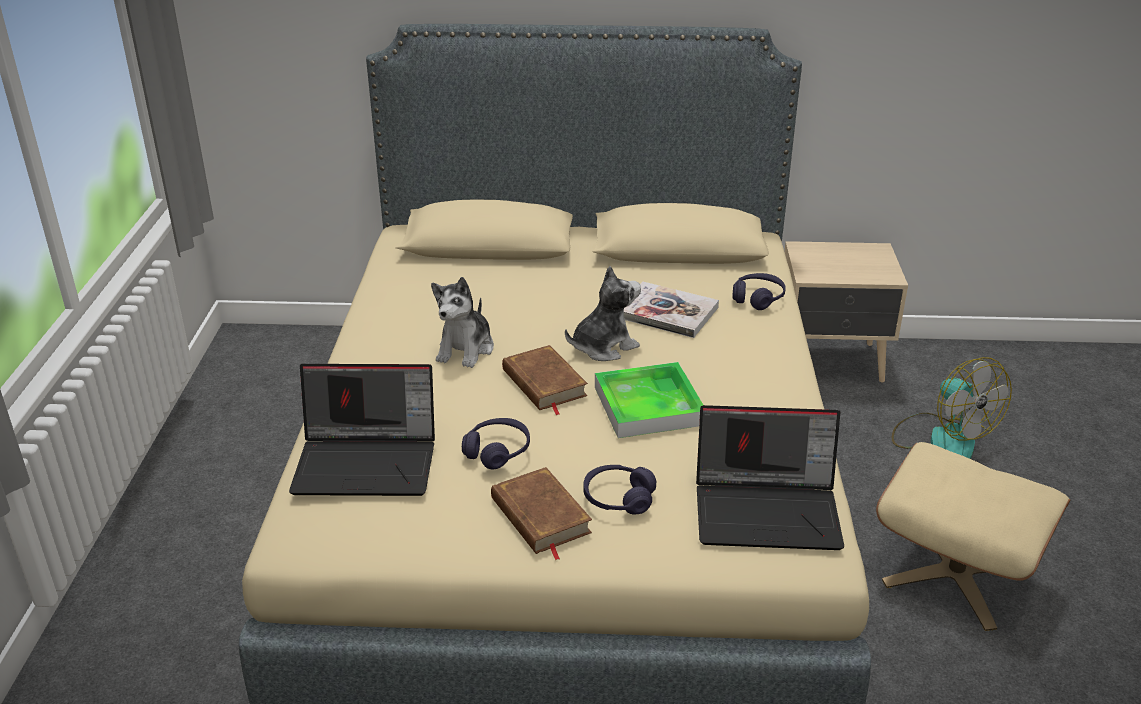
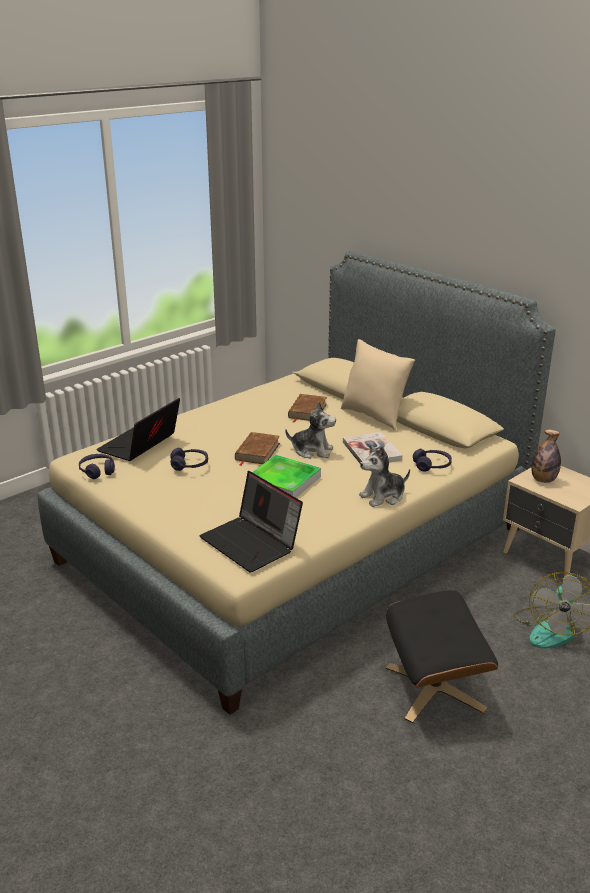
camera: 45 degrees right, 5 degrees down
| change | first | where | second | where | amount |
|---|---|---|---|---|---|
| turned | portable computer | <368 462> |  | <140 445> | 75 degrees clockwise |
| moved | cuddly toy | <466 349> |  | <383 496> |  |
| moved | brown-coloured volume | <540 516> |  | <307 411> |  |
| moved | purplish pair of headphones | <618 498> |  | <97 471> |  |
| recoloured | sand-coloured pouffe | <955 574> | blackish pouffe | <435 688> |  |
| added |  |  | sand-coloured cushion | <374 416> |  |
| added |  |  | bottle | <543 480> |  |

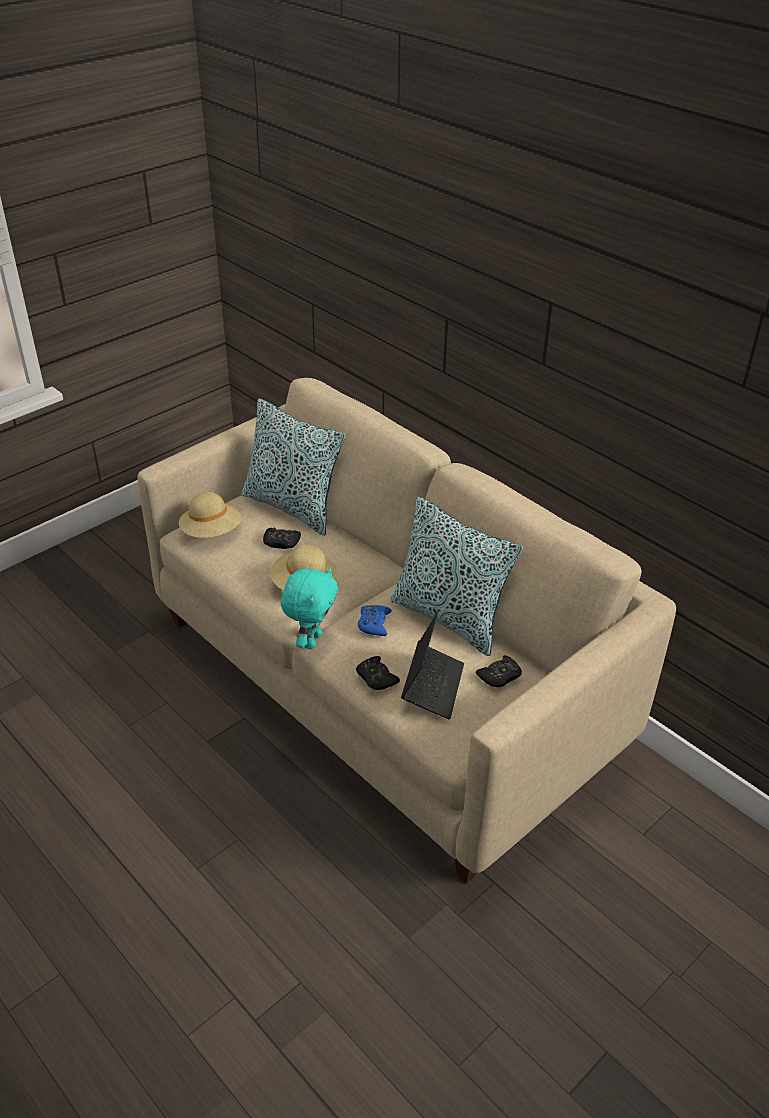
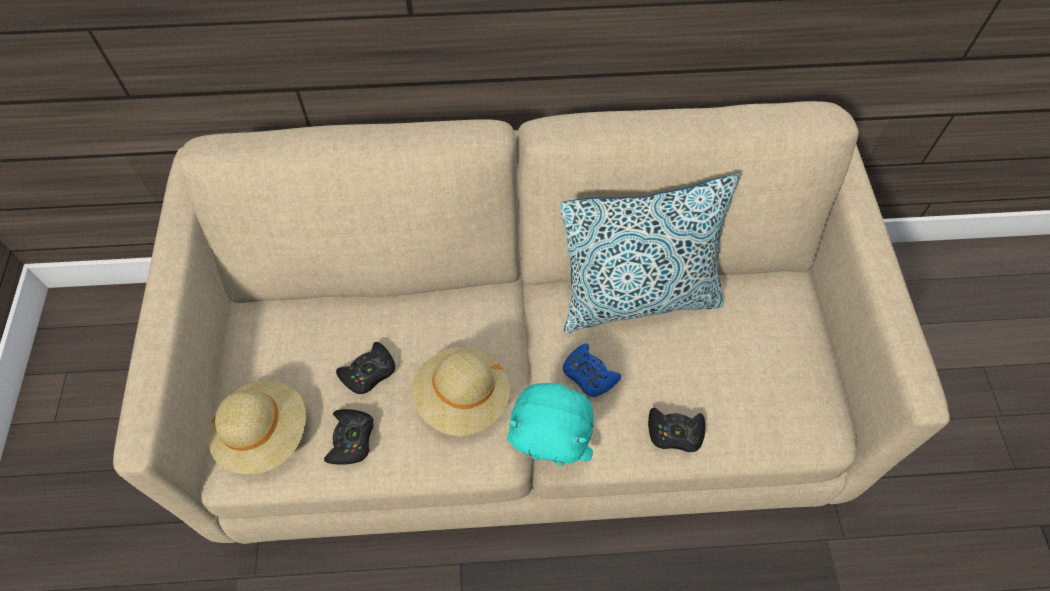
camera: 50 degrees left, 20 degrees up
| change | first | where | second | where | amount |
|---|---|---|---|---|---|
| removed | cushion | <292 507> |  |  |  |
| turned | turquoise cuddly toy | <311 640> |  | <549 453> | 135 degrees clockwise |
| removed | portable computer | <432 686> |  |  |  |
| moved | blackish joypad | <500 676> |  | <351 439> |  |

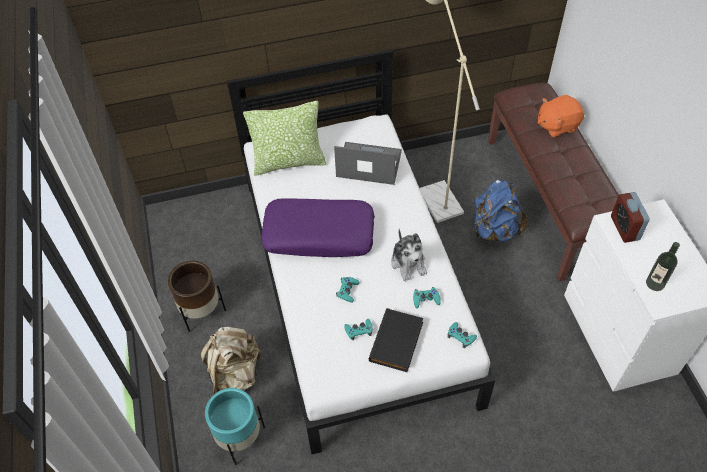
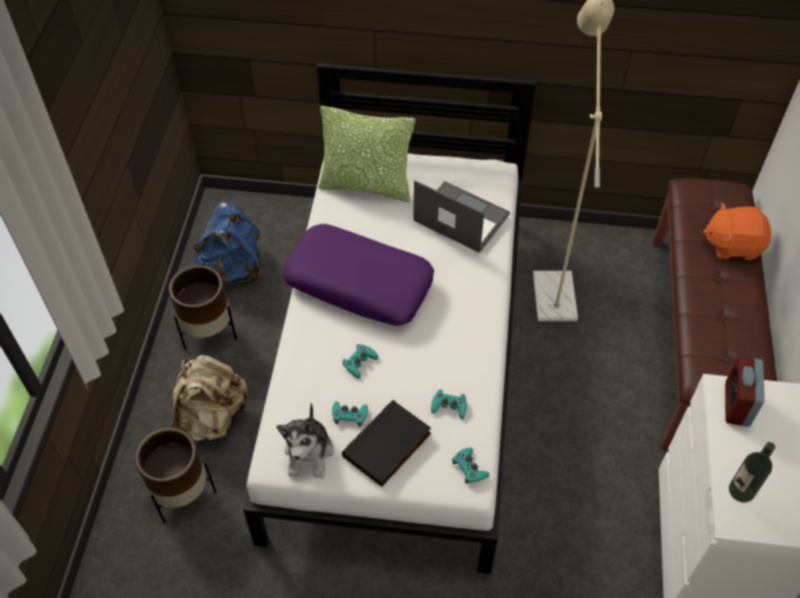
camera: 20 degrees right, 0 degrees up
| change | first | where | second | where | amount |
|---|---|---|---|---|---|
| recoloured | turquoise plant pot | <239 438> | brown-coloured plant pot | <182 494> |  |
| moved | cuddly toy | <408 263> |  | <309 453> |  |
| moved | blue-coloured rucksack | <494 230> |  | <233 268> |  |

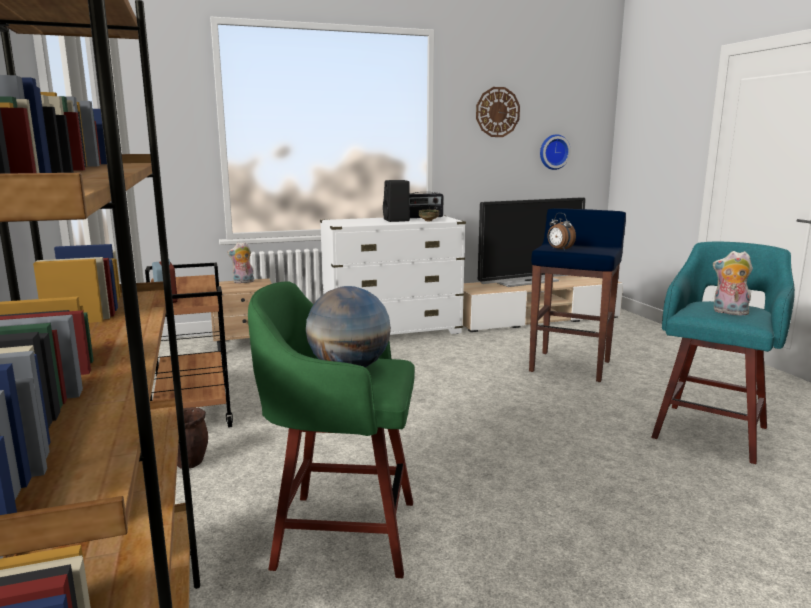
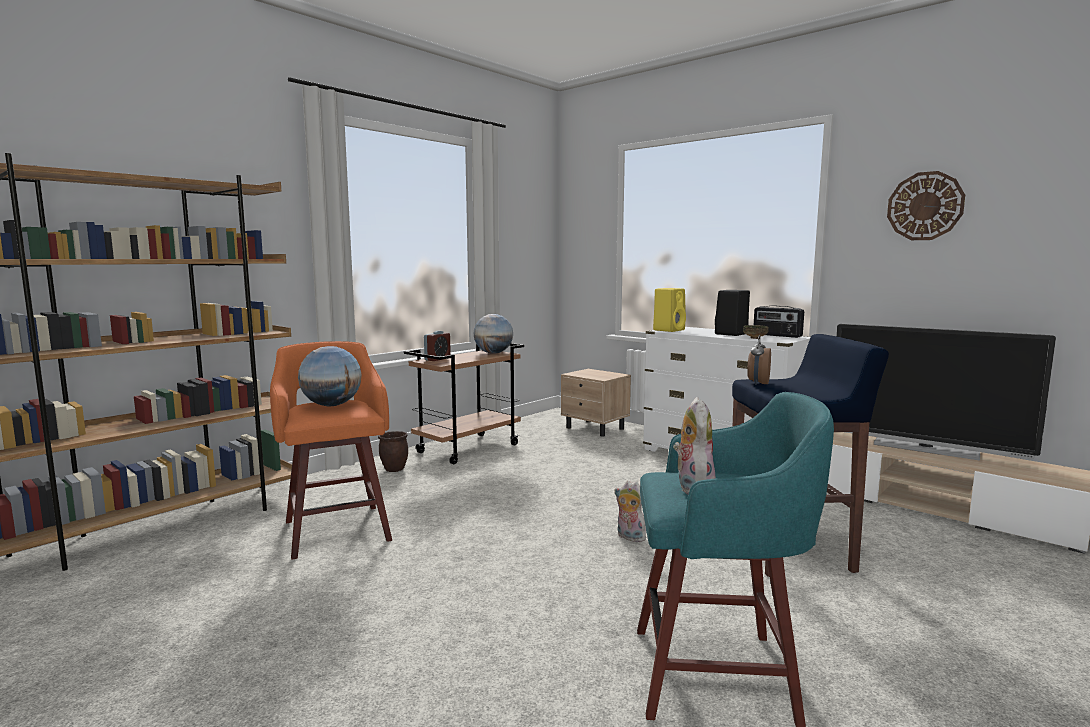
camera: 60 degrees right, 5 degrees down
| change | first | where | second | where | amount |
|---|---|---|---|---|---|
| moved | cuddly toy | <243 282> |  | <629 537> |  |
| recoloured | green stool | <341 533> | orangey stool | <337 529> |  |
| removed | clock on the wall | <553 152> |  |  |  |
| added |  |  | world globe | <493 353> |  |
| added |  |  | yellow loudspeaker | <669 330> |  |

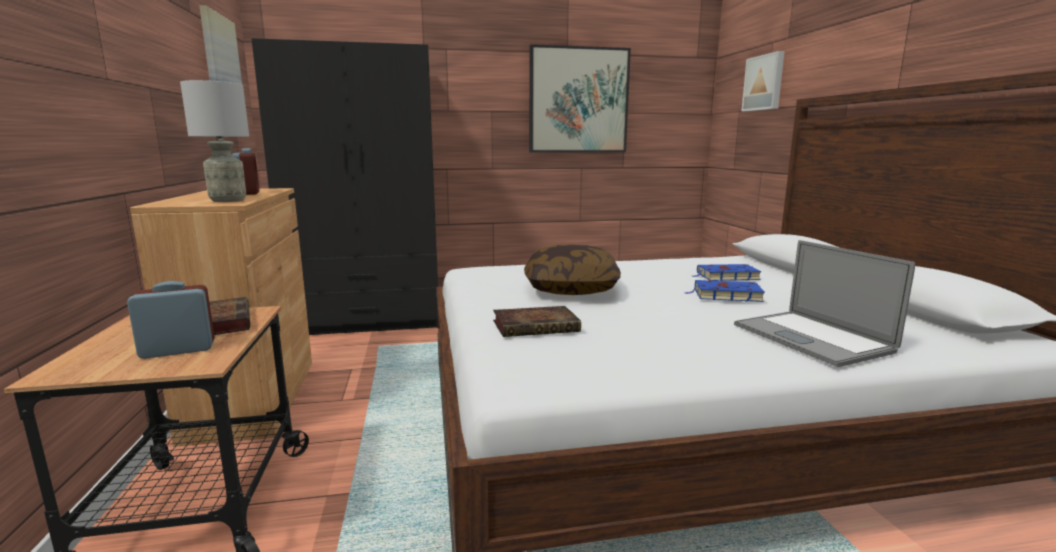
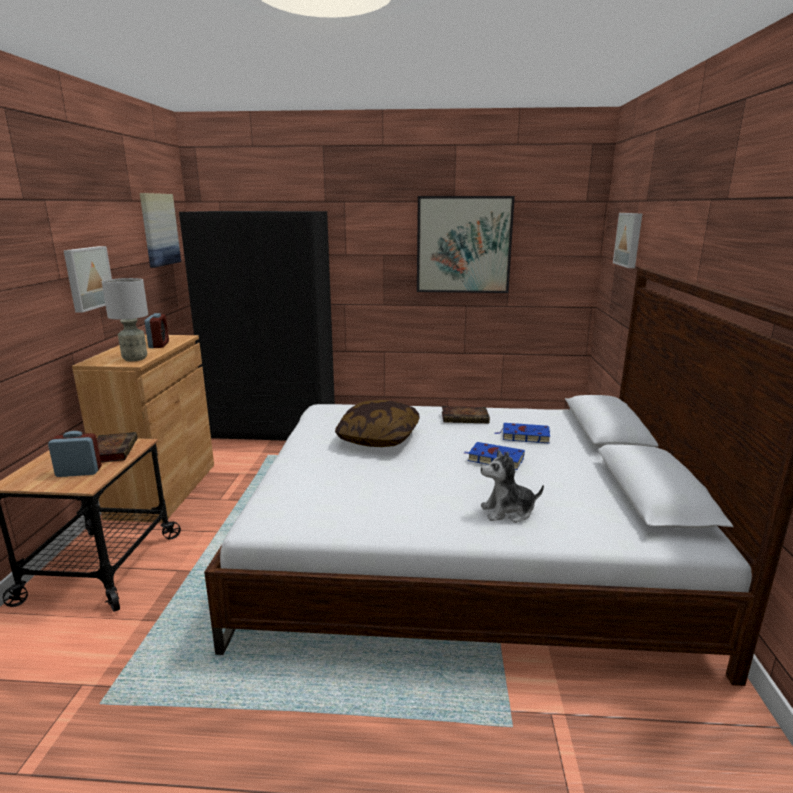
camera: 15 degrees right, 5 degrees up
| change | first | where | second | where | amount |
|---|---|---|---|---|---|
| moved | volume | <537 326> |  | <466 418> |  |
| replaced | portable computer | <811 338> | cuddly toy | <508 512> |  |
| added |  |  | wall art | <87 278> |  |

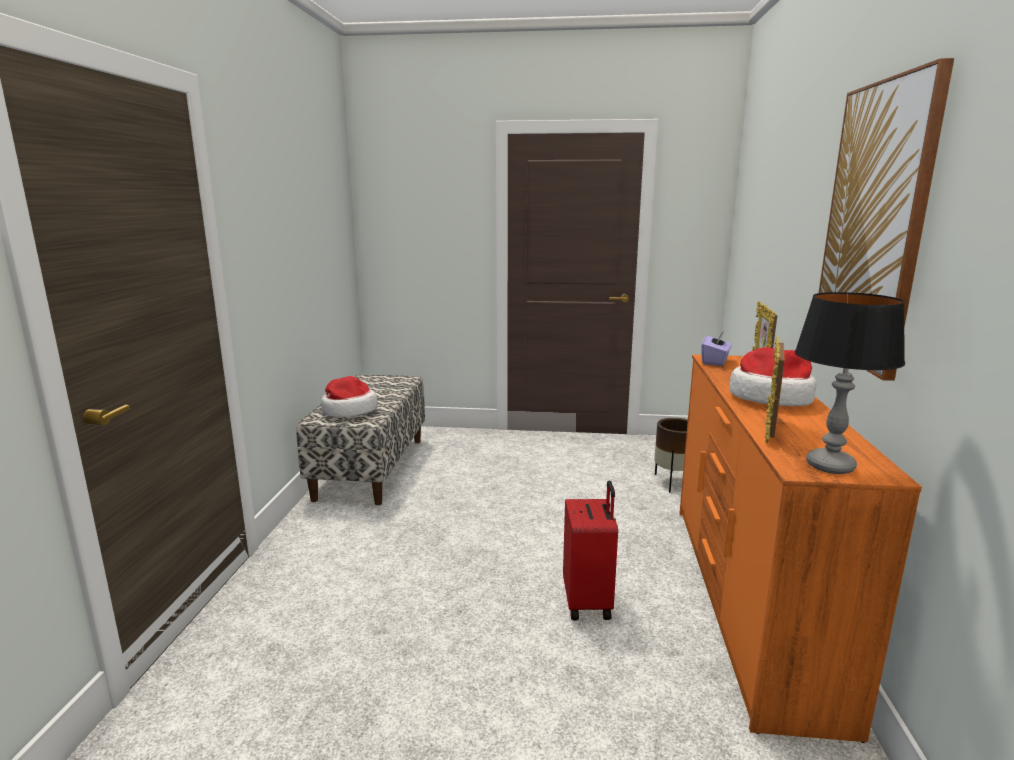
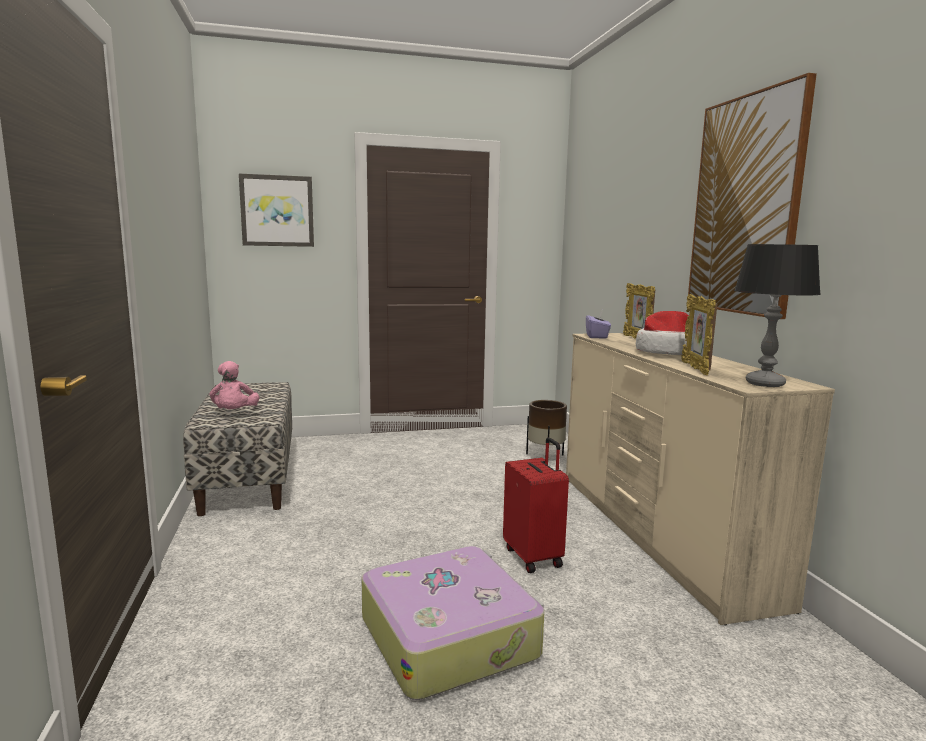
camera: 20 degrees left, 5 degrees down
| change | first | where | second | where | amount |
|---|---|---|---|---|---|
| replaced | clothing hat | <348 411> | pink cuddly toy | <235 413> |  |
| recoloured | orangey chest of drawers | <746 599> | sand-coloured chest of drawers | <656 533> |  |
| added |  |  | wall art | <277 211> |  |
| added |  |  | piece of luggage | <450 636> |  |

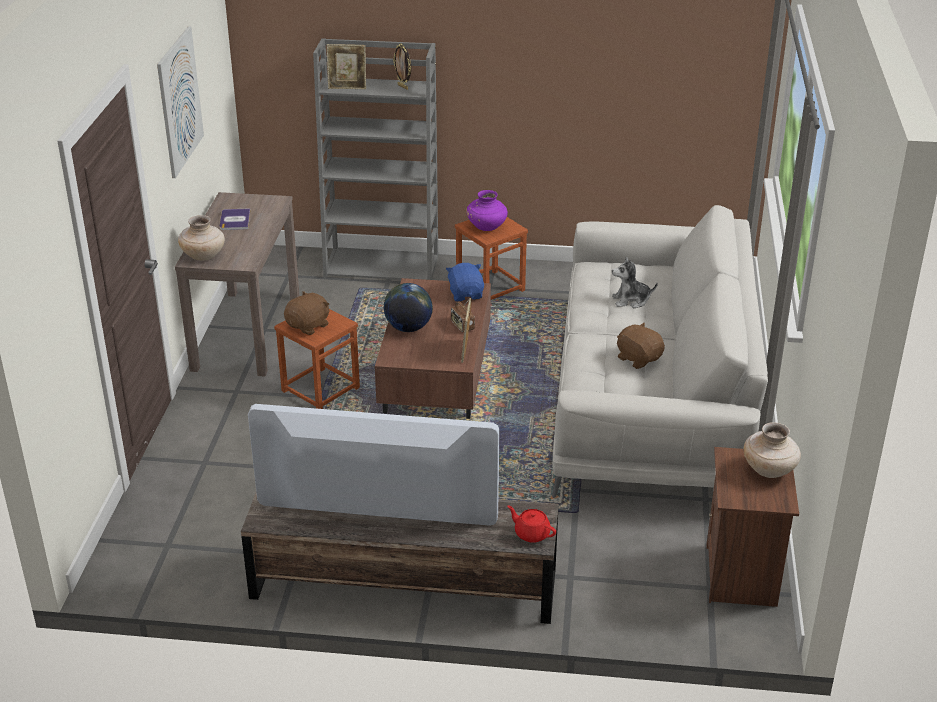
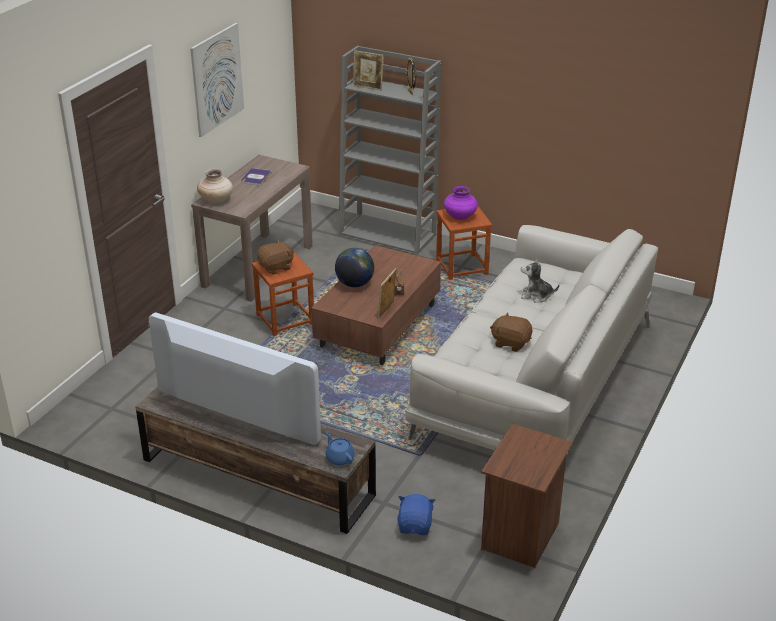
camera: 20 degrees right, 0 degrees up
| change | first | where | second | where | amount |
|---|---|---|---|---|---|
| moved | blue-coloured cuddly toy | <466 294> |  | <415 526> |  |
| recoloured | red-coloured tea pot | <531 533> | blue-coloured tea pot | <339 458> |  |
| turned | brown-coloured cuddly toy | <638 359> |  | <511 343> | 45 degrees counterclockwise |
| removed | sand-coloured vase | <769 470> |  |  |  |

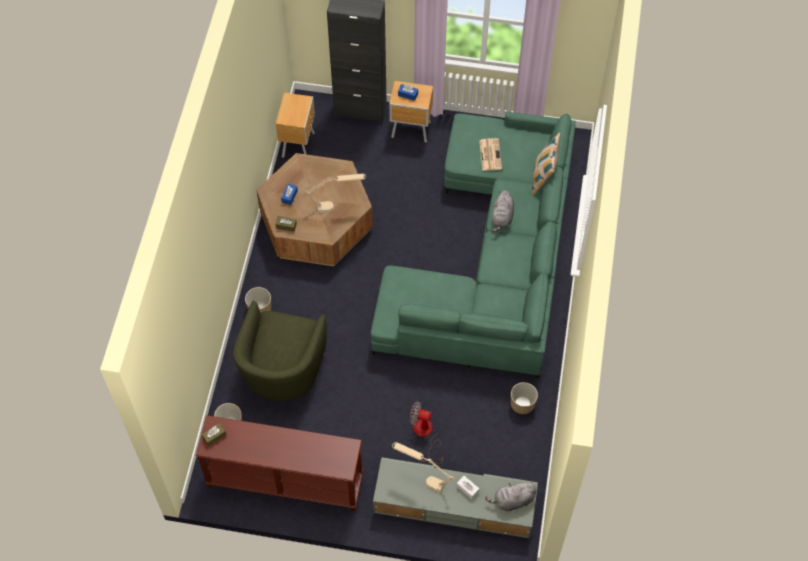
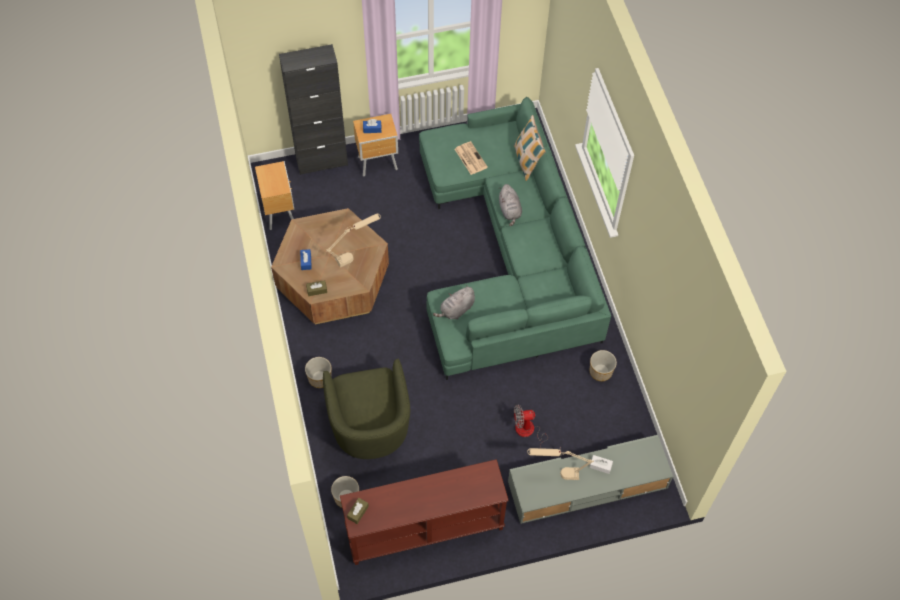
camera: 25 degrees left, 0 degrees up
| change | first | where | second | where | amount |
|---|---|---|---|---|---|
| moved | gray cuddly toy | <512 501> |  | <456 310> |  |

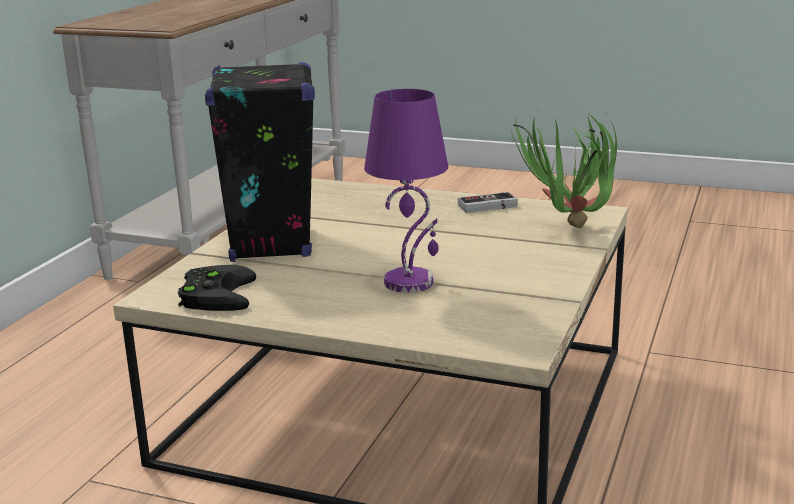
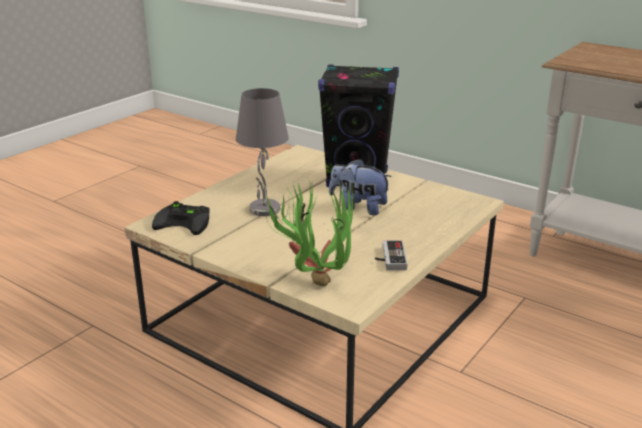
camera: 105 degrees right, 5 degrees up
| change | first | where | second | where | amount |
|---|---|---|---|---|---|
| moved | blackish joypad | <214 294> |  | <186 222> |  |
| recoloured | purplish tabletop lamp | <410 282> | gray tabletop lamp | <265 209> |  |
| added |  |  | cuddly toy | <358 207> |  |

